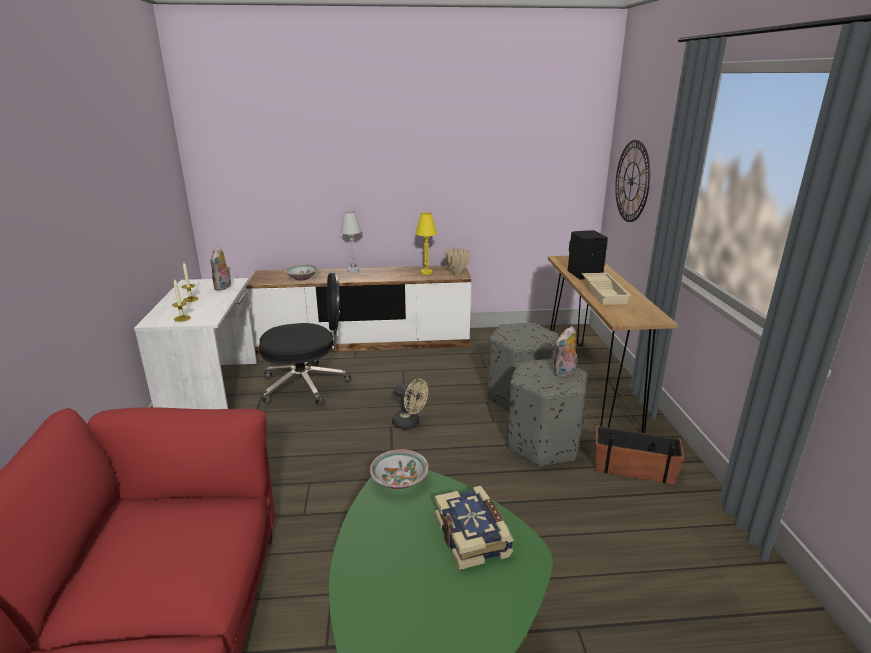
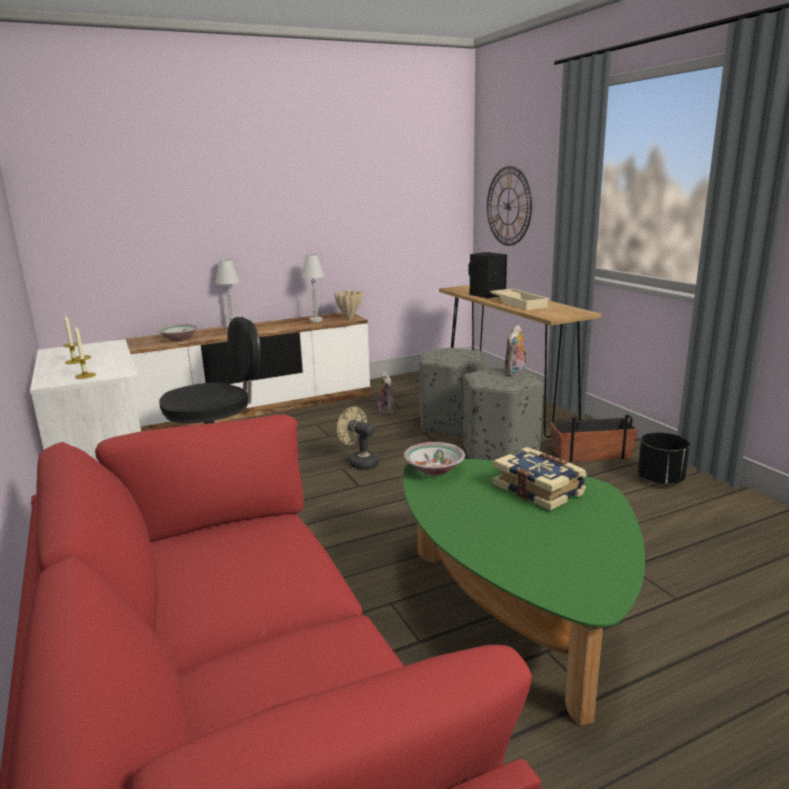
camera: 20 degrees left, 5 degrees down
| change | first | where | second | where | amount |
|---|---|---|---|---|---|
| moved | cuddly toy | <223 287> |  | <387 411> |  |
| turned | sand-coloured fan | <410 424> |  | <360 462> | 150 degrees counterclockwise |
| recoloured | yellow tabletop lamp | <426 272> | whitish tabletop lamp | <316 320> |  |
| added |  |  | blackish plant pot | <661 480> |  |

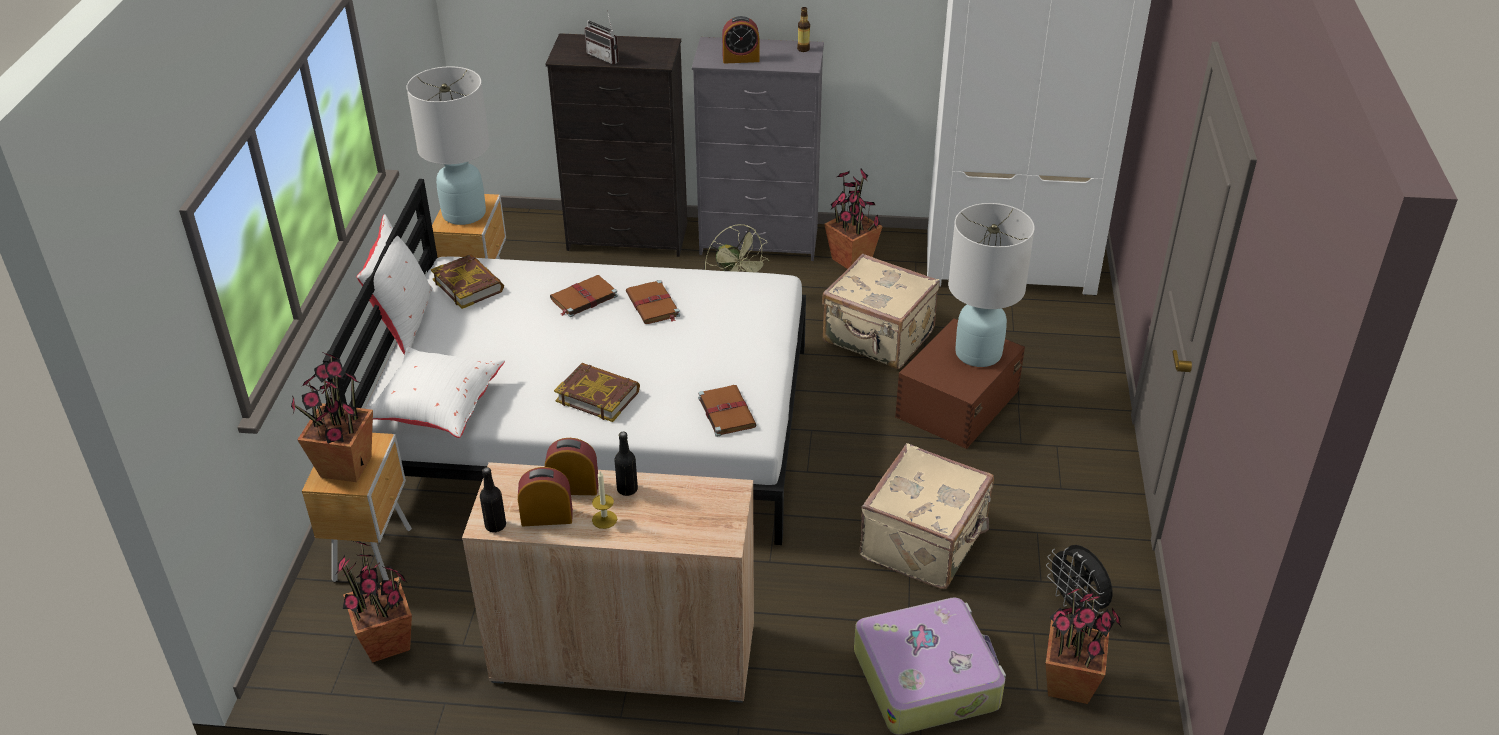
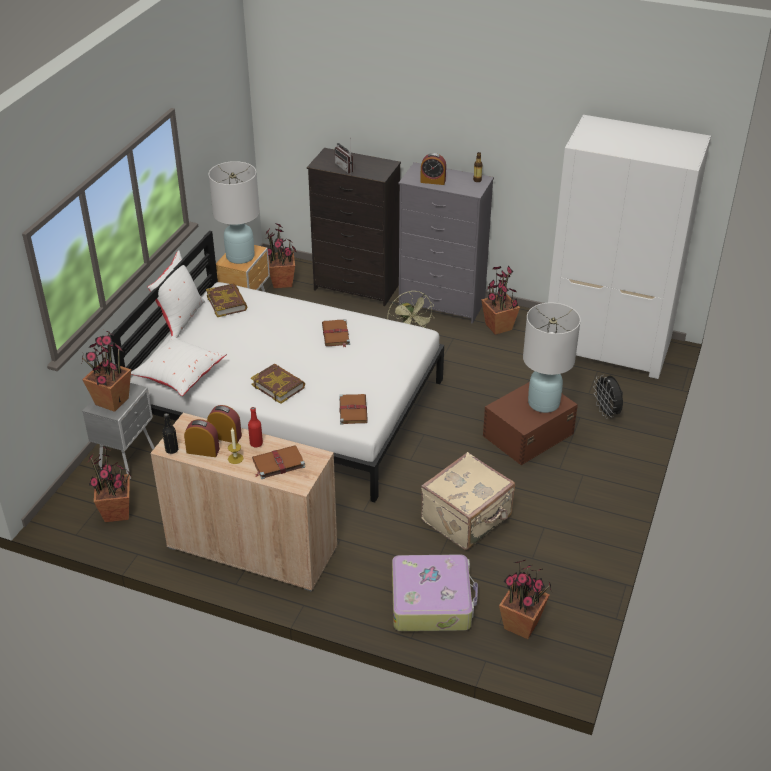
camera: 15 degrees right, 0 degrees up
| change | first | where | second | where | amount |
|---|---|---|---|---|---|
| recoloured | brown-coloured night table | <374 553> | gray night table | <128 459> |  |
| moved | brown-coloured volume | <583 298> |  | <277 463> |  |
| recoloured | blackish bottle | <627 489> | red-coloured bottle | <256 443> |  |
| removed | sand-coloured piece of luggage | <878 338> |  |  |  |
| moved | blackish fan | <1076 606> |  | <607 412> |  |
| added |  |  | potted plant | <282 282> |  |

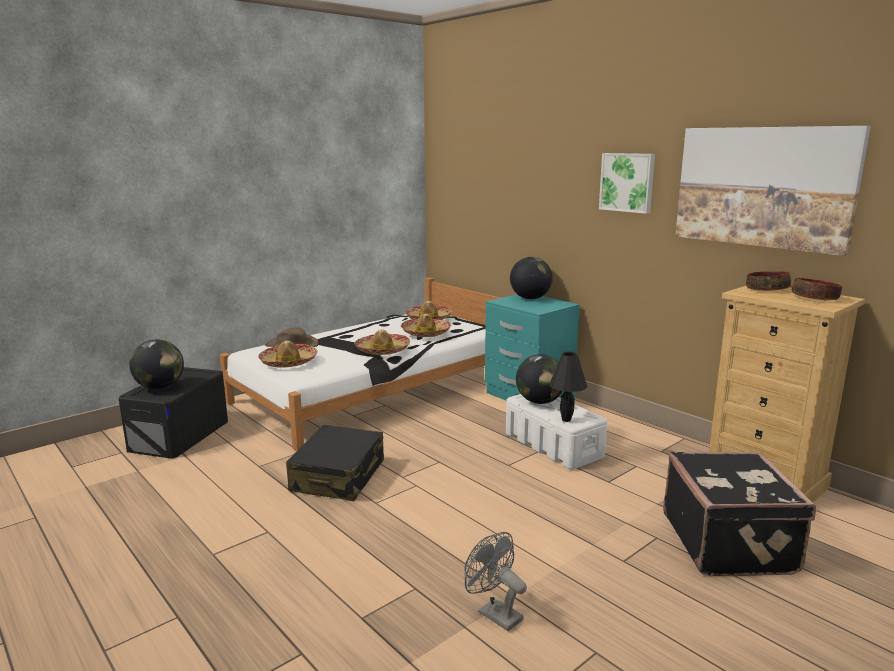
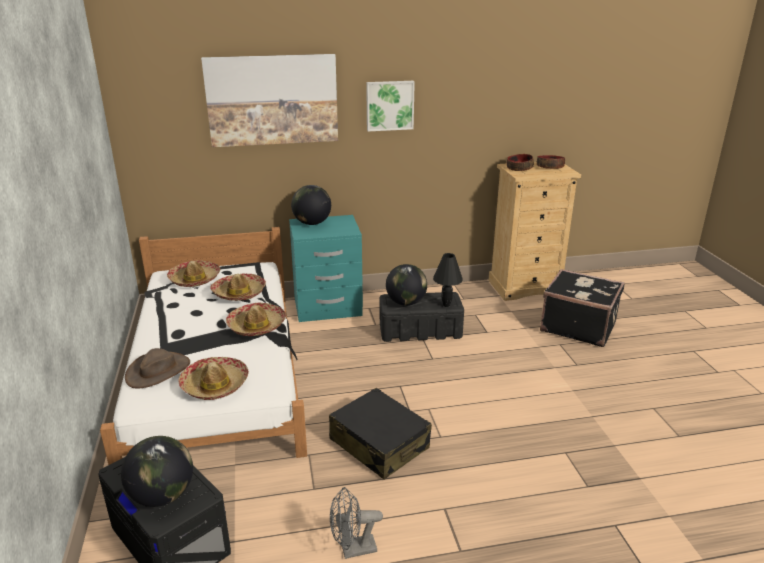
camera: 60 degrees left, 10 degrees up
| change | first | where | second | where | amount |
|---|---|---|---|---|---|
| moved | gray fan | <494 613> |  | <353 550> |  |
| recoloured | whitish storage bin | <553 446> | blackish storage bin | <420 330> |  |
| moved | wall art | <763 187> |  | <272 100> |  |

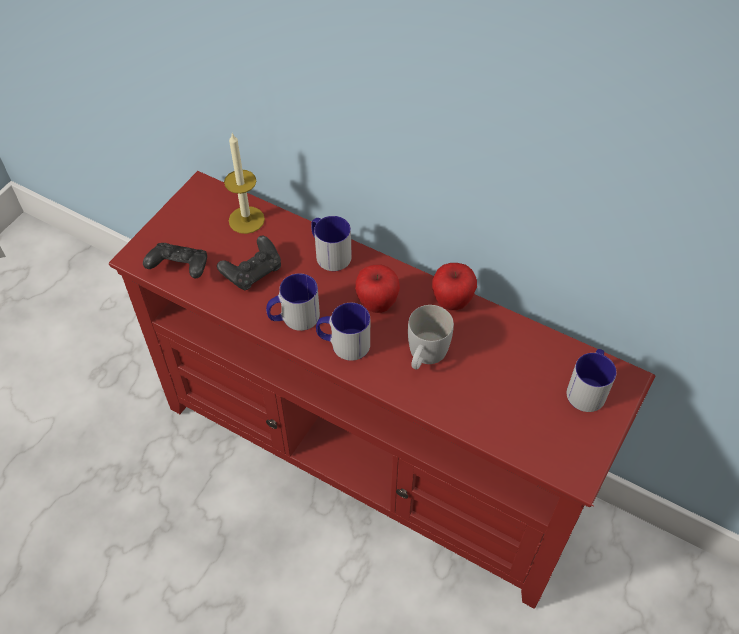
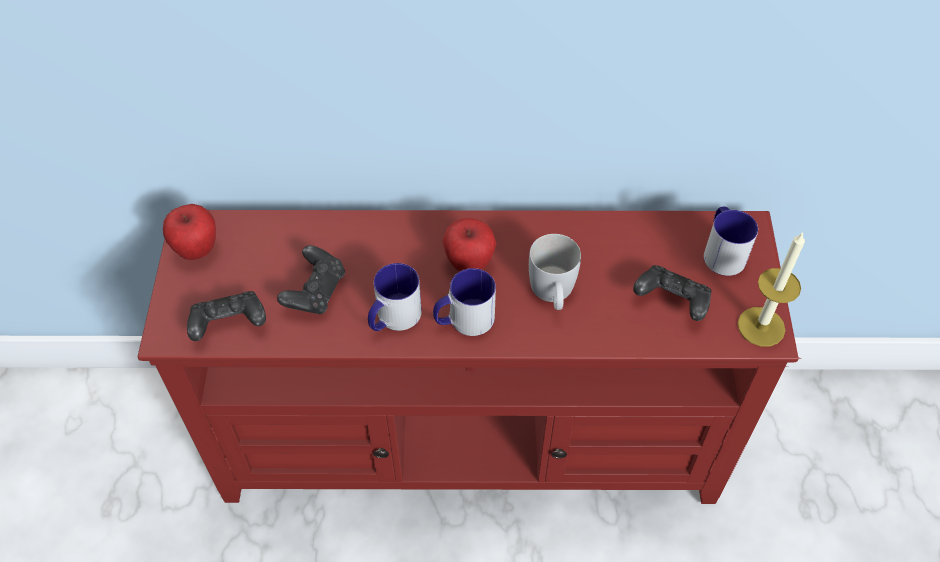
camera: 30 degrees left, 0 degrees up
| change | first | where | second | where | amount |
|---|---|---|---|---|---|
| moved | wax light | <246 220> |  | <761 326> |  |
| removed | coffee mug | <329 253> |  |  |  |
| moved | whole apple | <452 302> |  | <197 250> |  |
| added |  |  | blackish joypad | <671 301> |  |

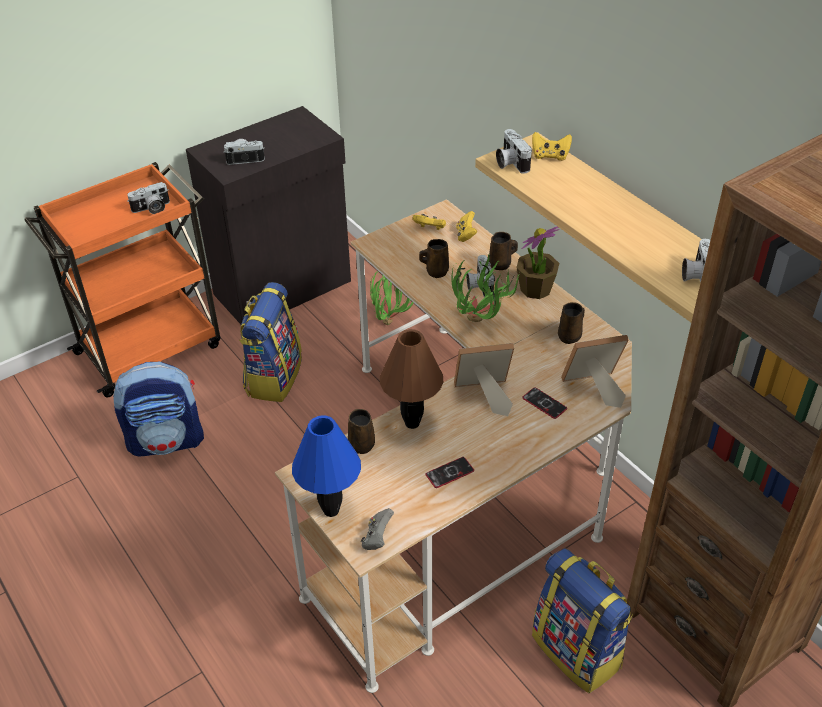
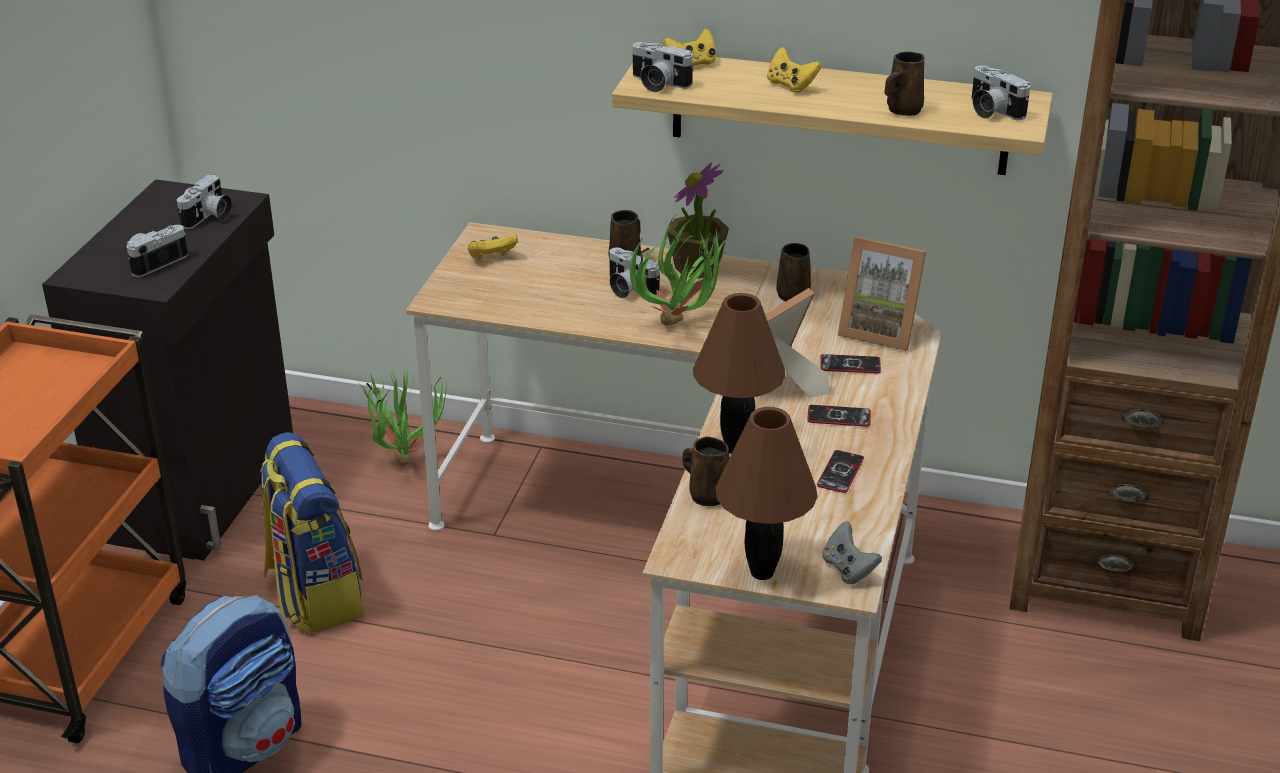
camera: 40 degrees left, 10 degrees down
| change | first | where | second | where | amount |
|---|---|---|---|---|---|
| moved | still camera | <152 209> |  | <209 218> |  |
| recoloured | blue-coloured tabletop lamp | <330 510> | brown-coloured tabletop lamp | <761 573> |  |
| moved | brown-coloured coffee mug | <435 271> |  | <902 110> |  |
| moved | yellow joypad | <466 235> |  | <790 85> |  |
| removed | rucksack | <578 651> |  |  |  |
| turned | photo frame | <593 389> |  | <880 330> | 105 degrees counterclockwise |
| added |  |  | handset | <839 417> |  |

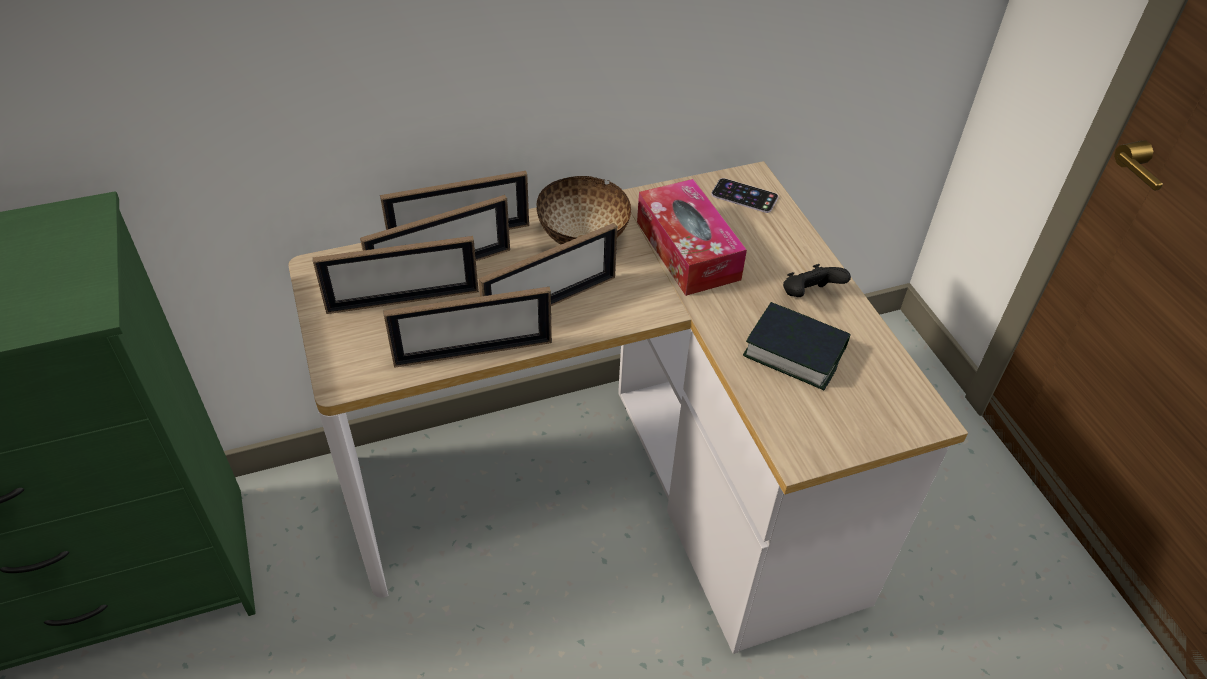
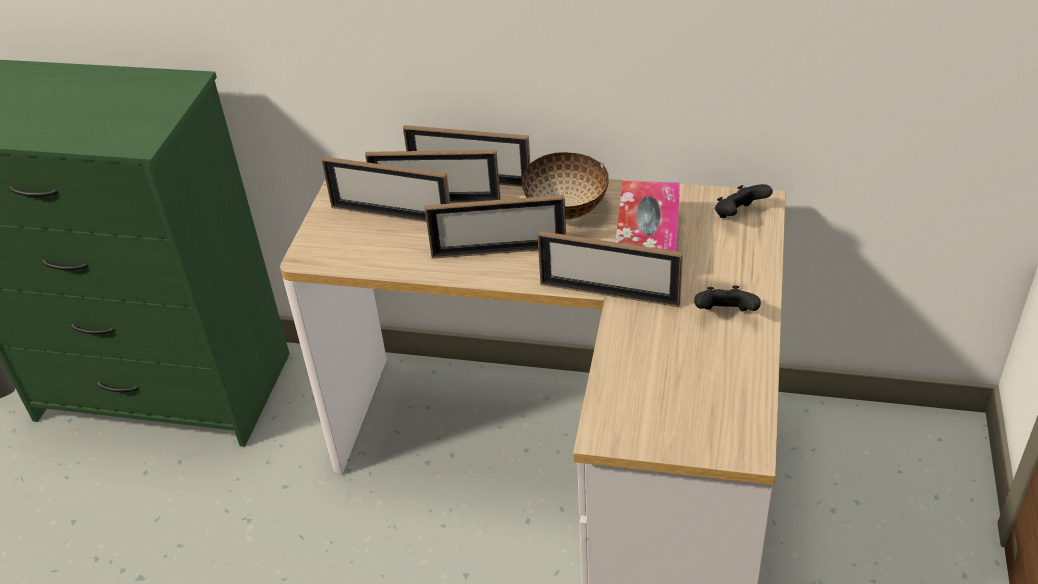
camera: 35 degrees right, 5 degrees down
| change | first | where | second | where | amount |
|---|---|---|---|---|---|
| moved | photo frame | <473 352> |  | <609 294> |  |
| replaced | handset | <744 196> | blackish joypad | <739 215> |  |
| removed | volume | <794 351> |  |  |  |

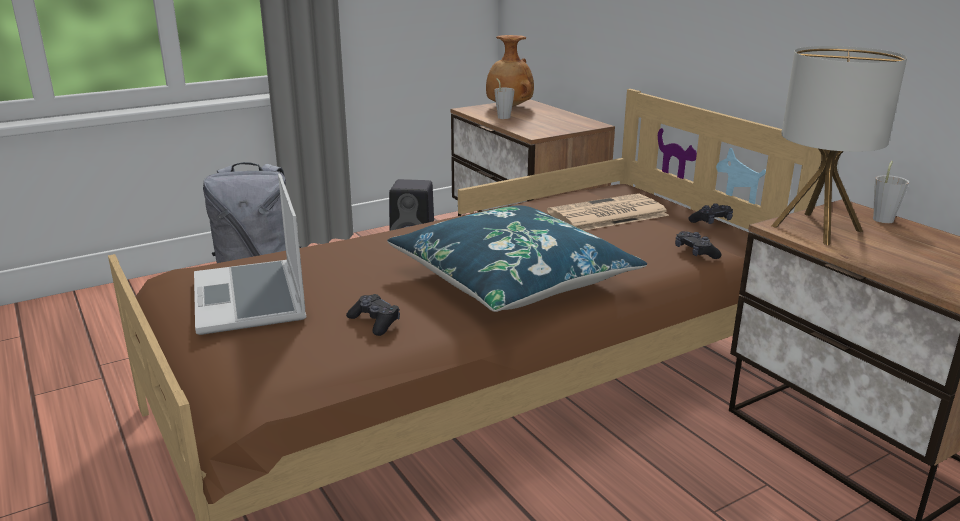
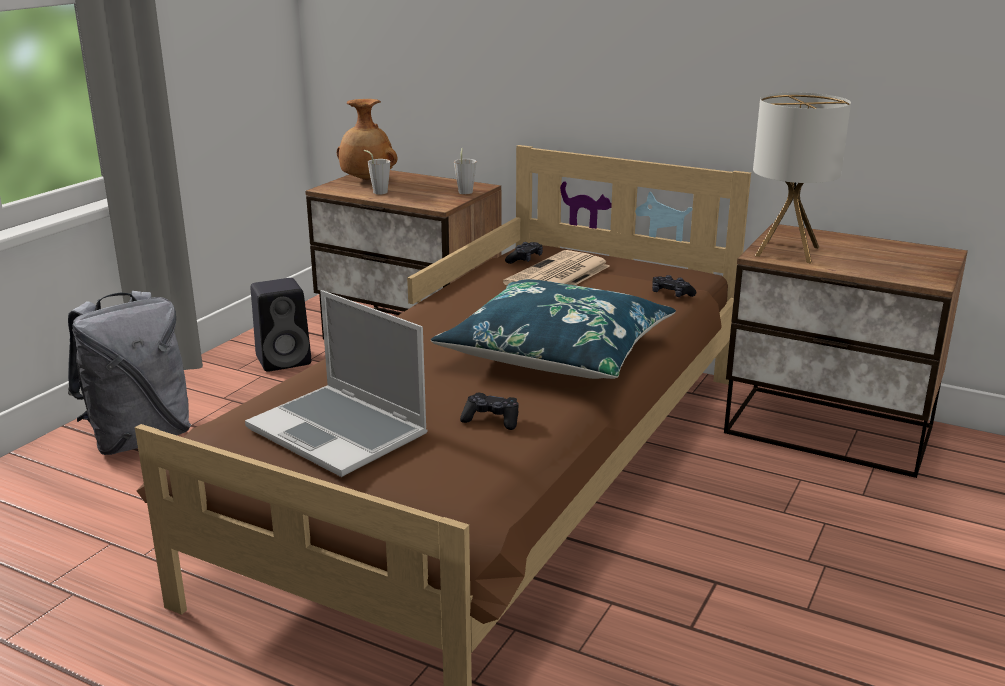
camera: 30 degrees left, 0 degrees up
| change | first | where | second | where | amount |
|---|---|---|---|---|---|
| moved | blackish joypad | <711 221> |  | <525 259> |  |
| moved | gray drinking cup | <883 218> |  | <465 191> |  |

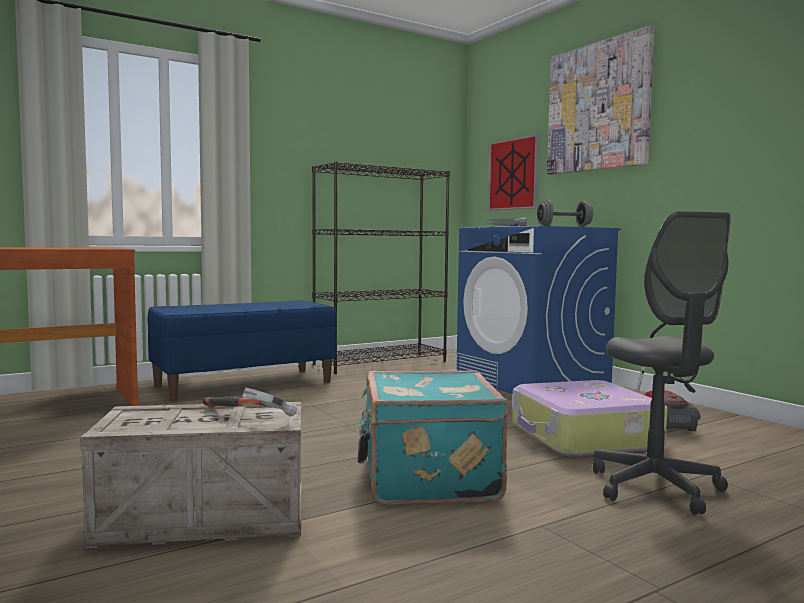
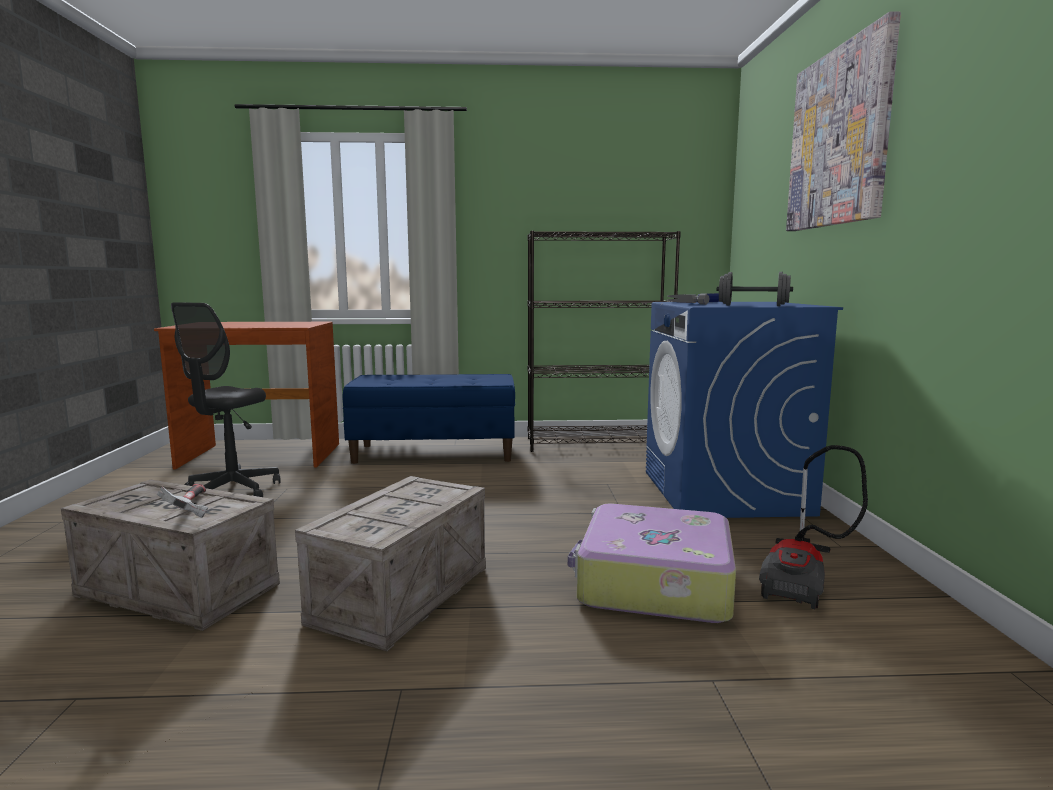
camera: 30 degrees right, 5 degrees up
| change | first | where | second | where | amount |
|---|---|---|---|---|---|
| replaced | turquoise piece of luggage | <426 478> | shipping crate | <401 596> |  |
| removed | wall art | <513 174> |  |  |  |
| moved | gray office chair | <656 488> |  | <232 491> |  |

